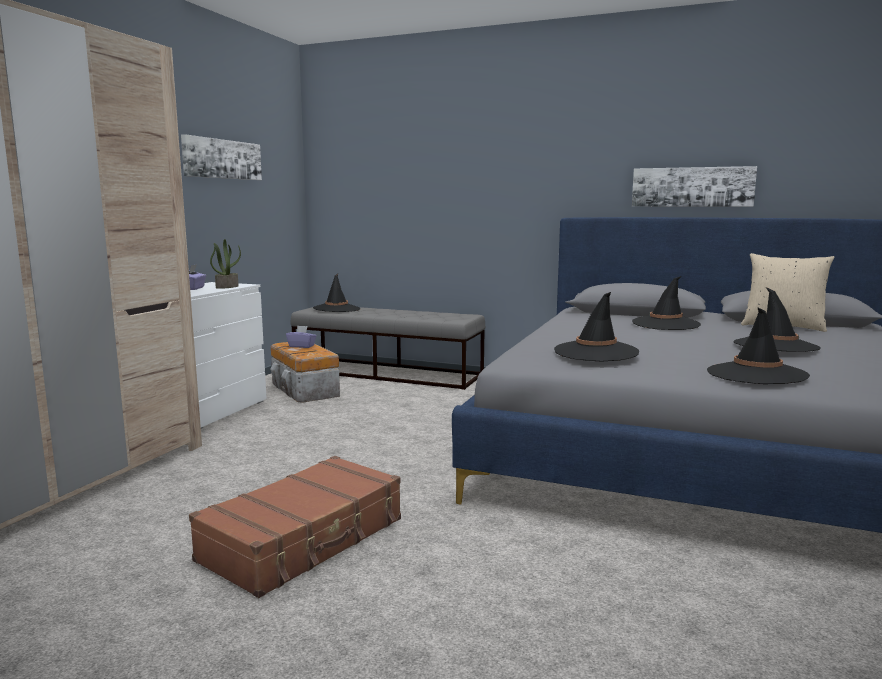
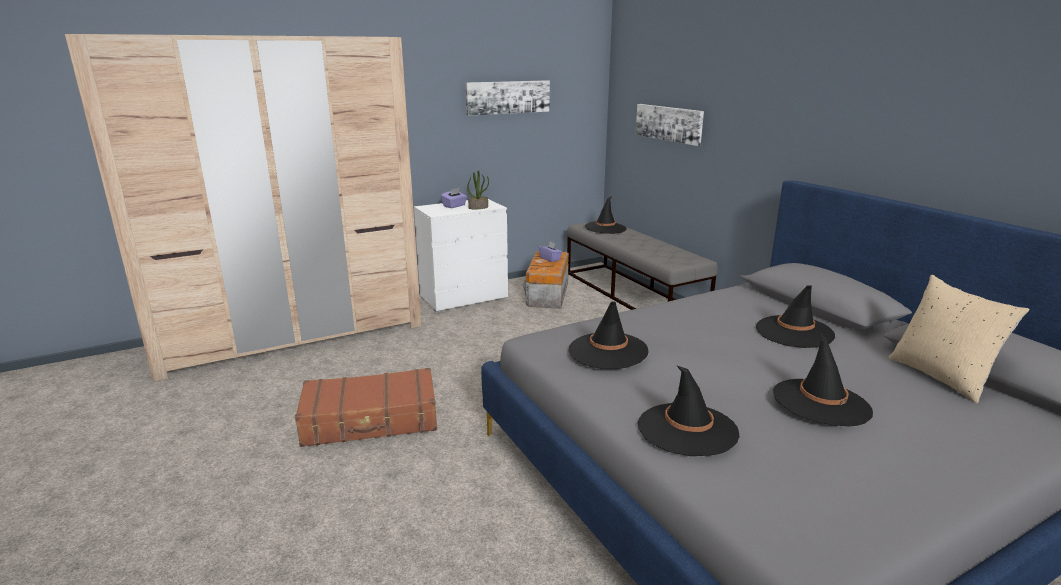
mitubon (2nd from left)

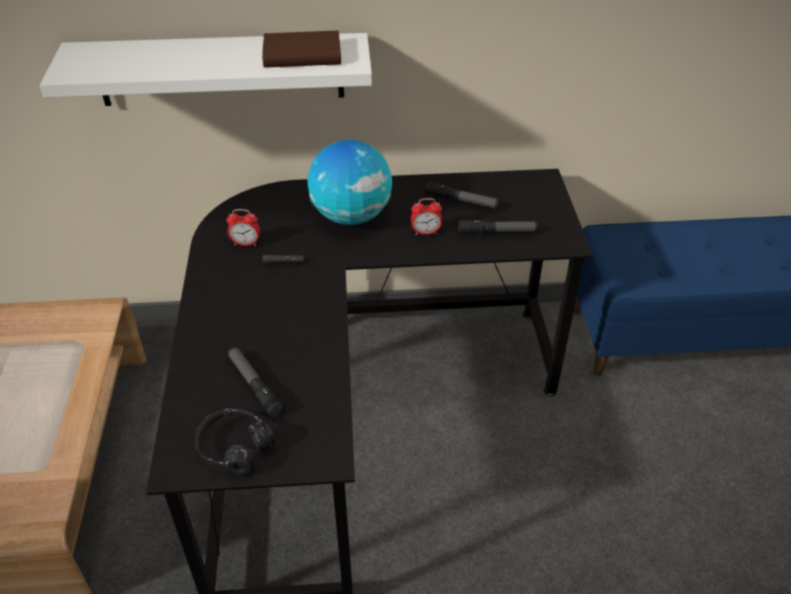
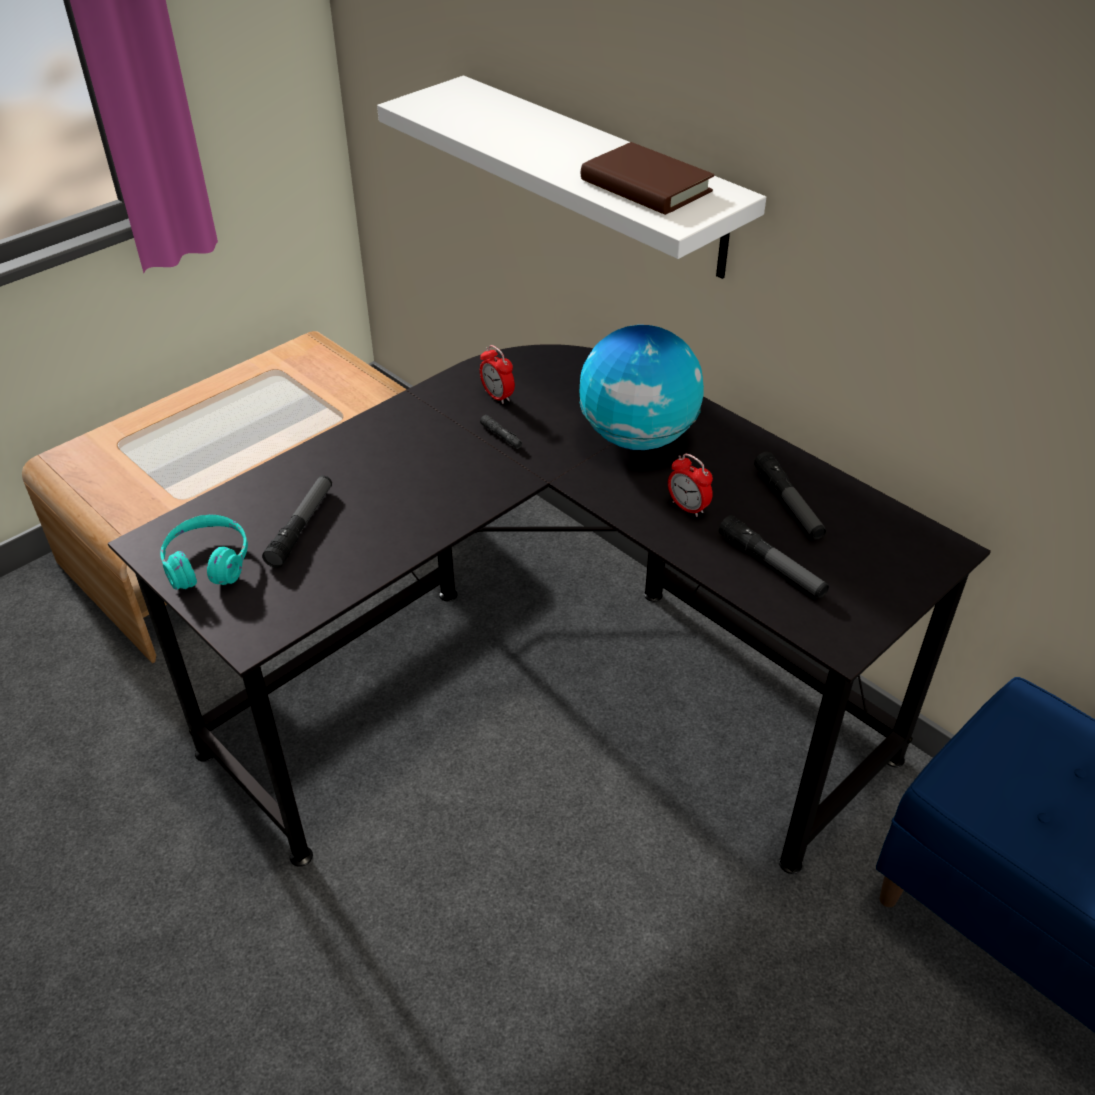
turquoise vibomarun

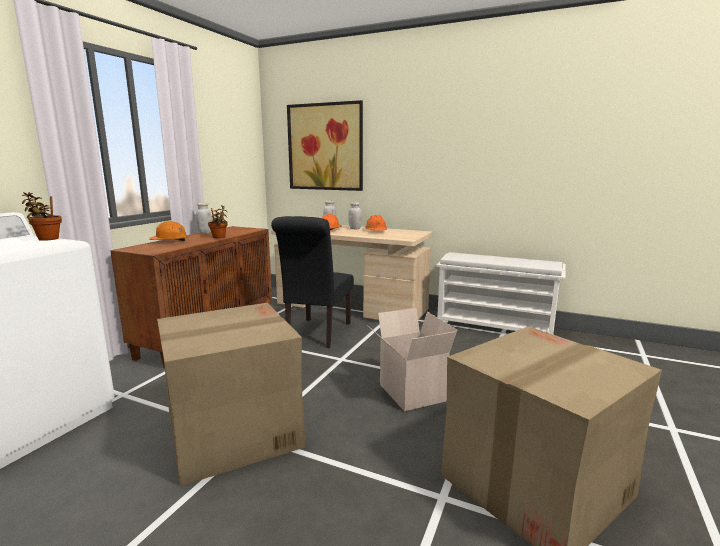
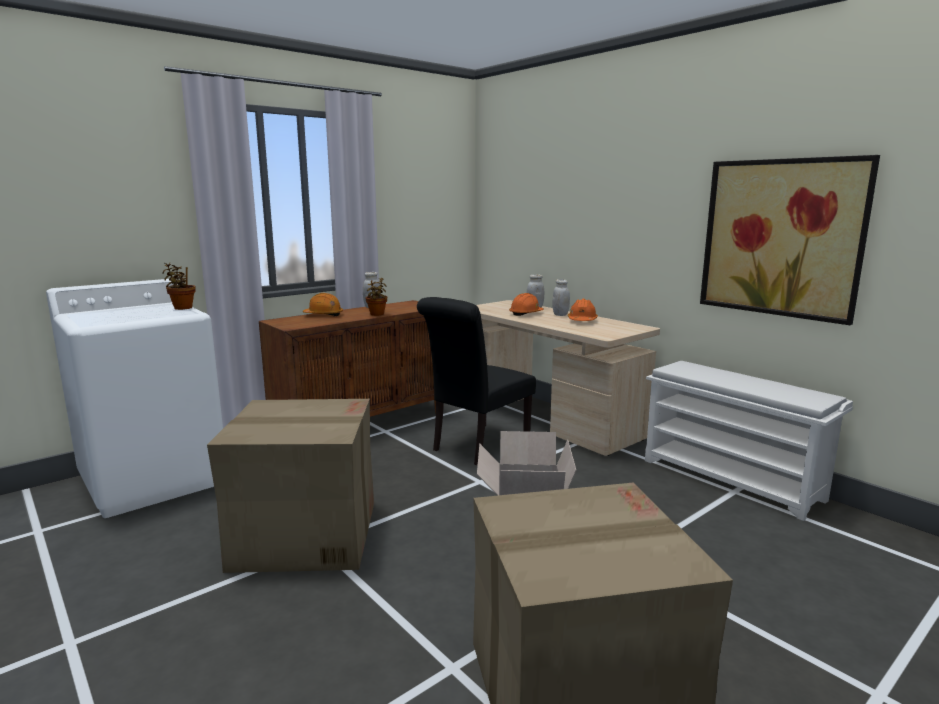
mitubon

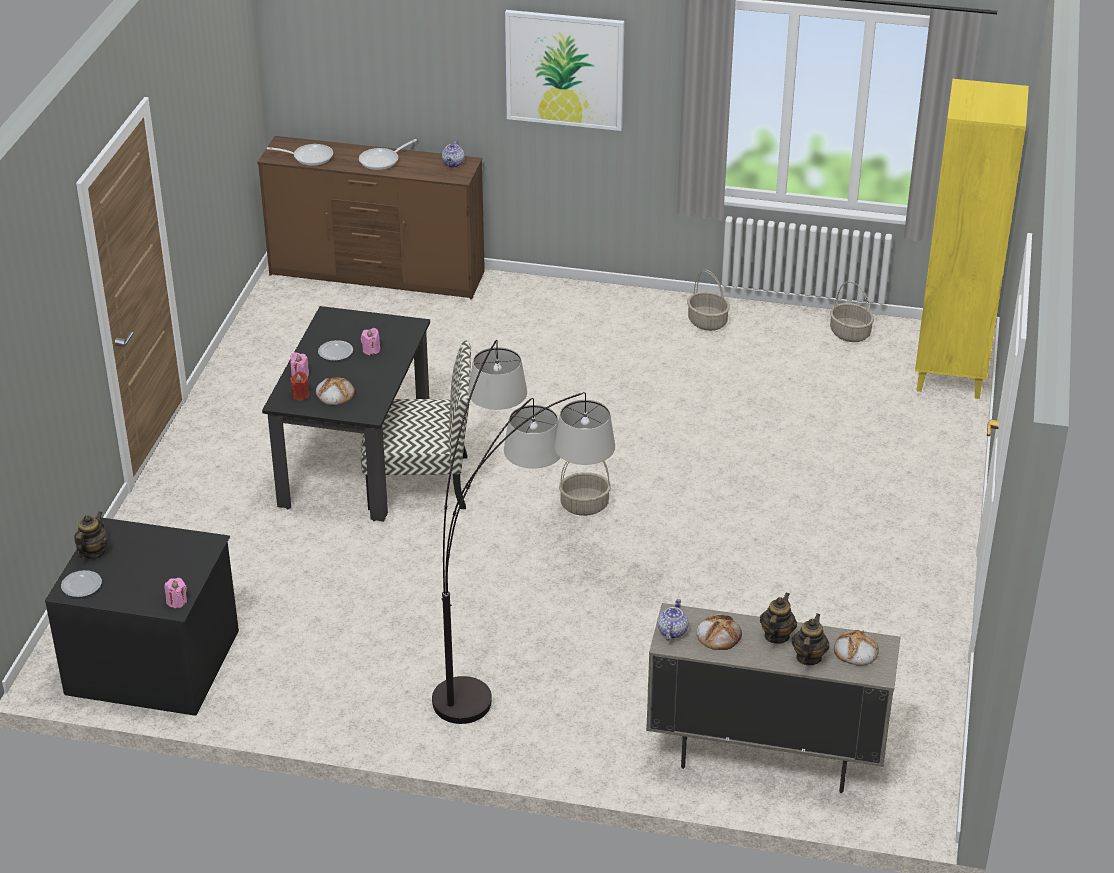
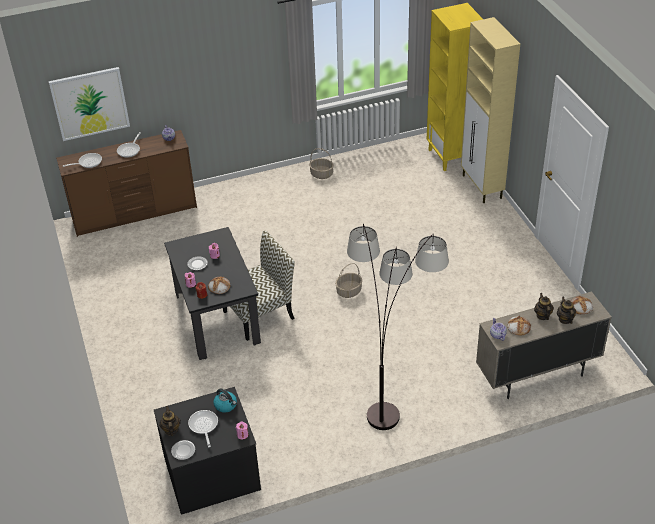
mitubon
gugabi (3rd from left in the first image)
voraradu (3rd from left)
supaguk
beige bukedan (1st from left)

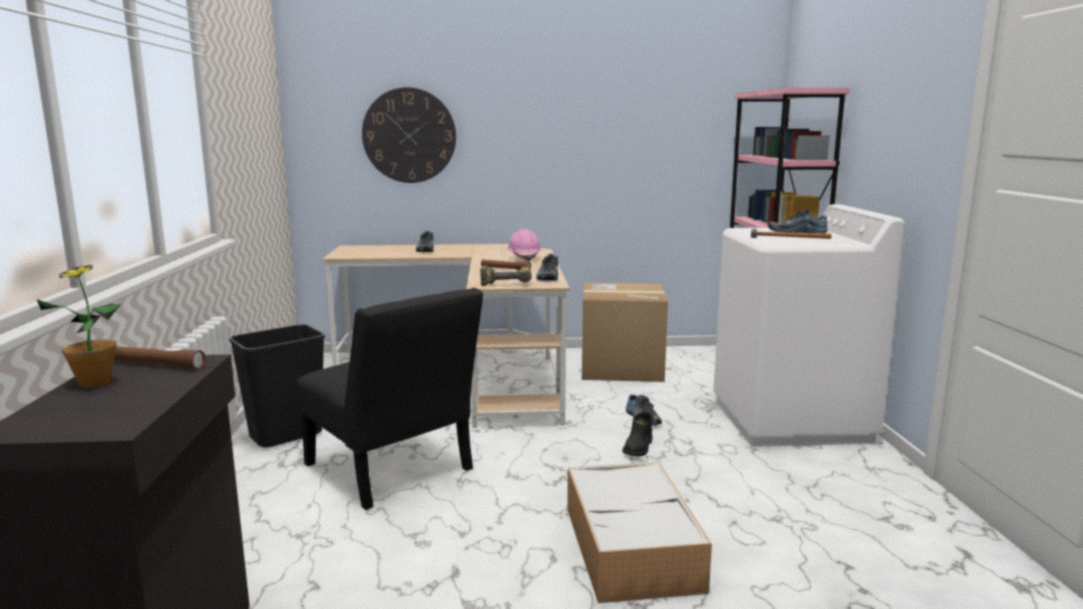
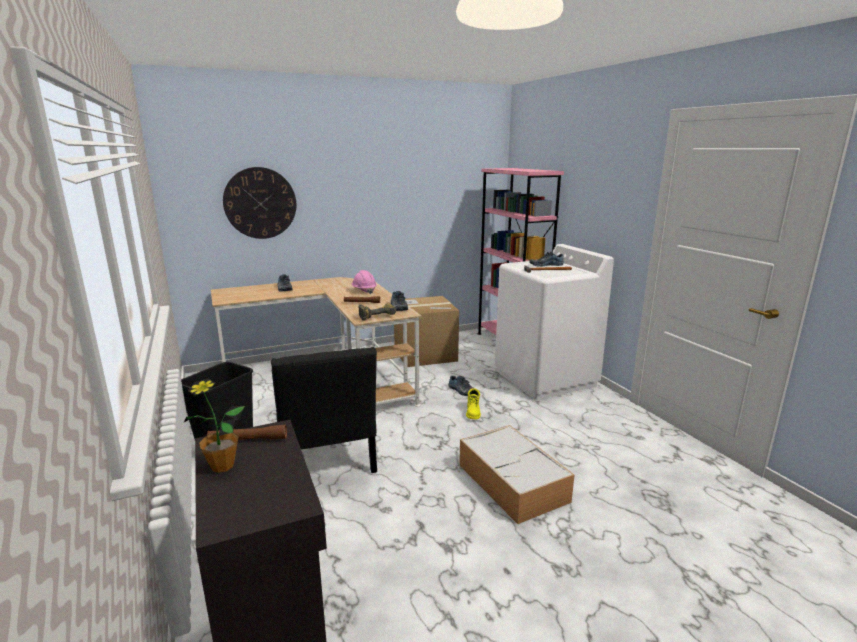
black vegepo
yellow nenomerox

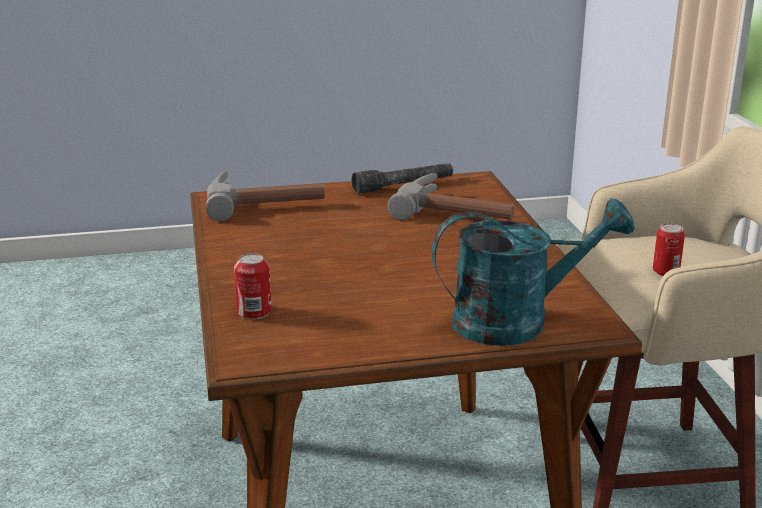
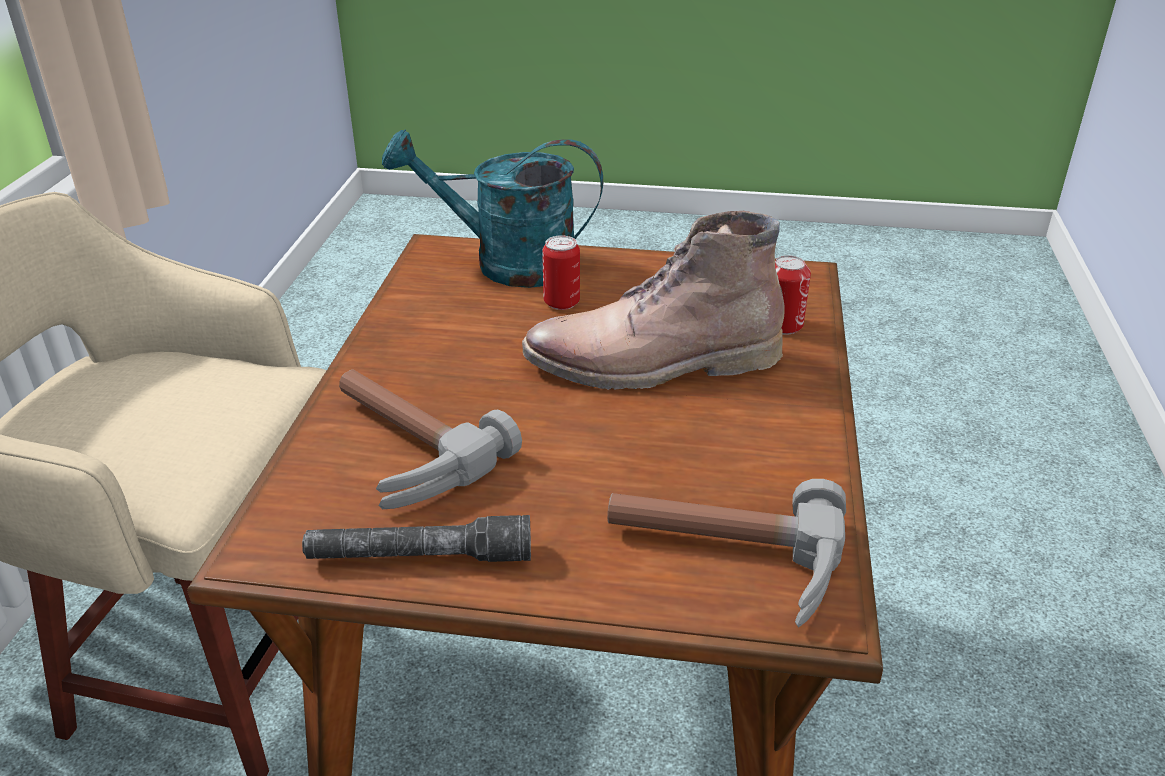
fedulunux (1st from left)
brown nenomerox

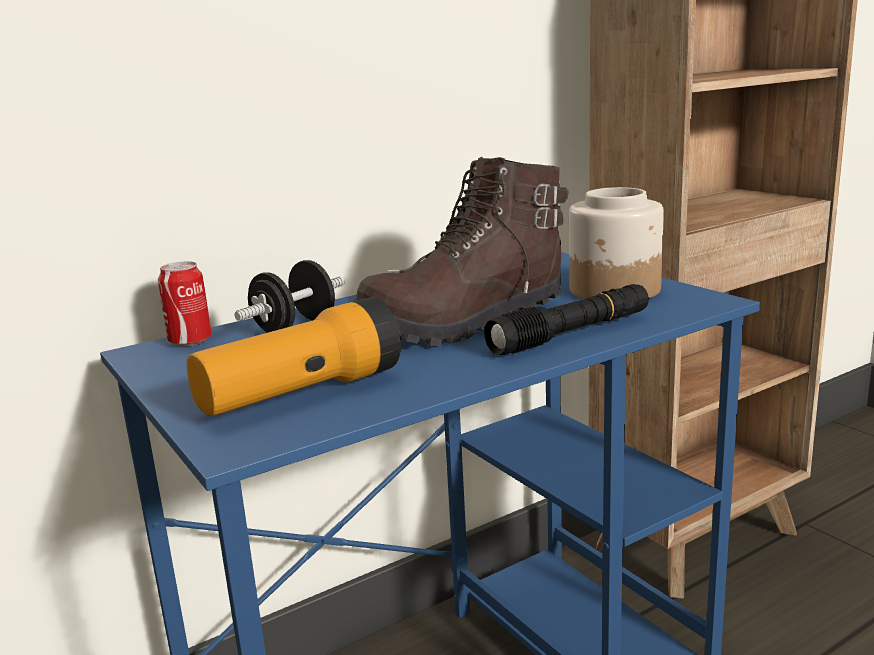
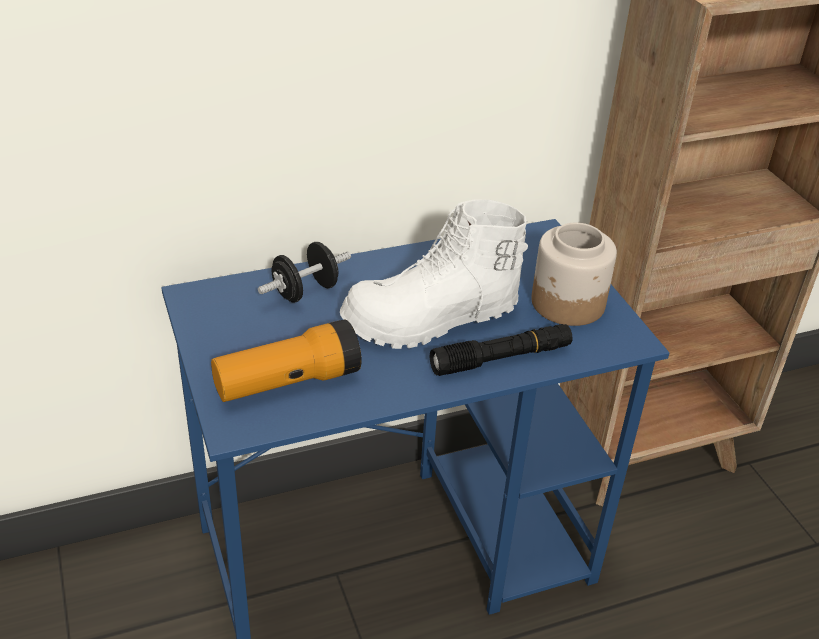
fedulunux
white nenomerox

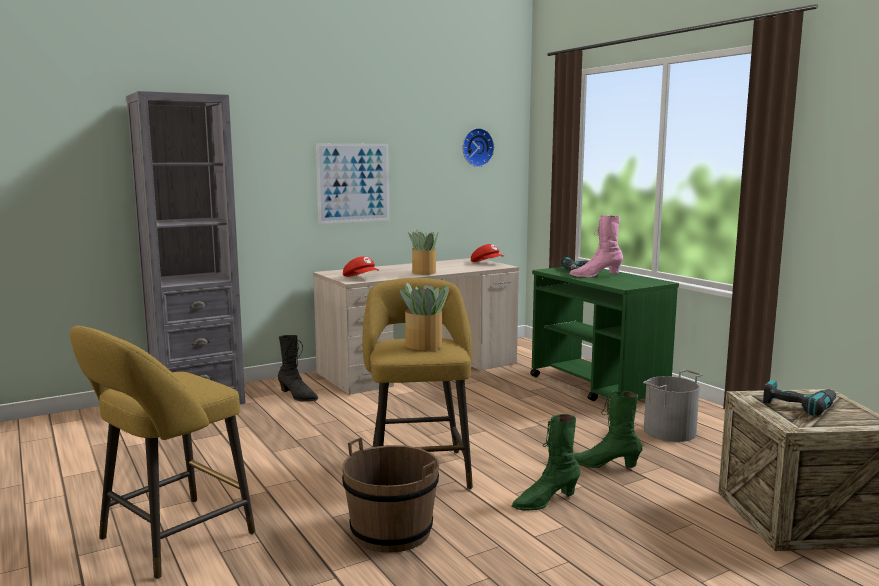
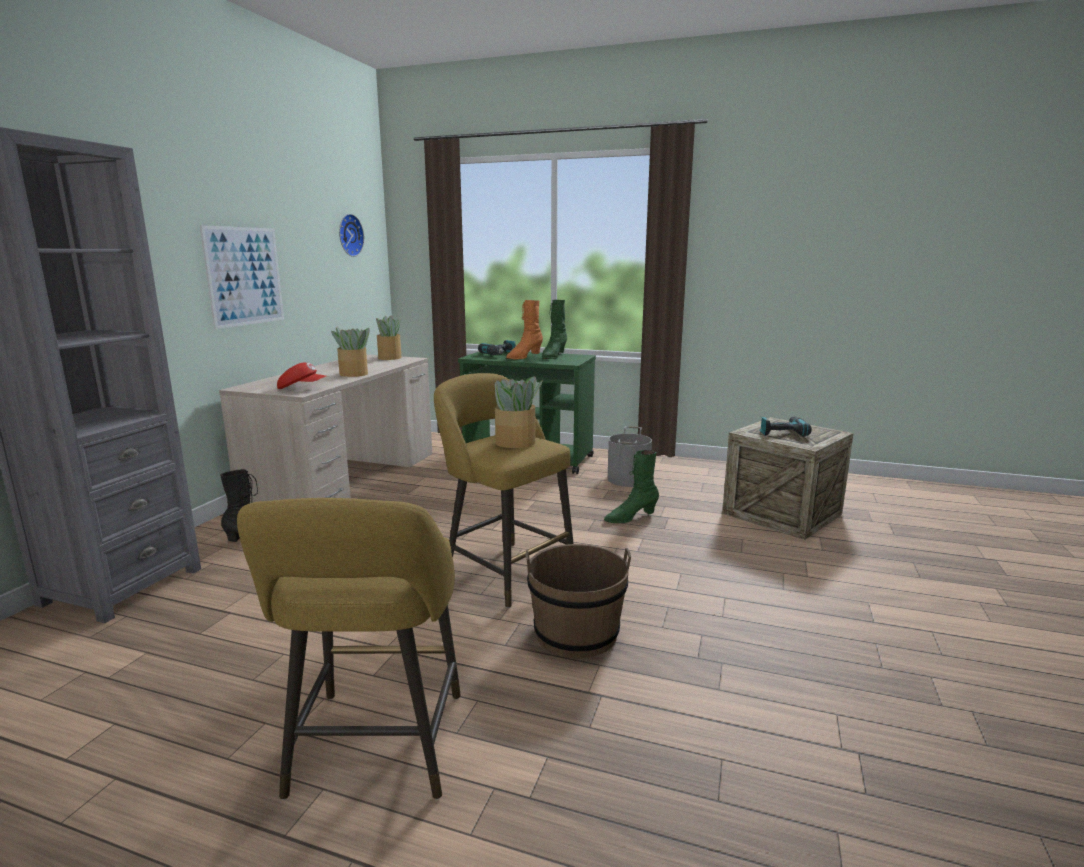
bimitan (2nd from left)
green nenomerox (1st from left)
orange nenomerox

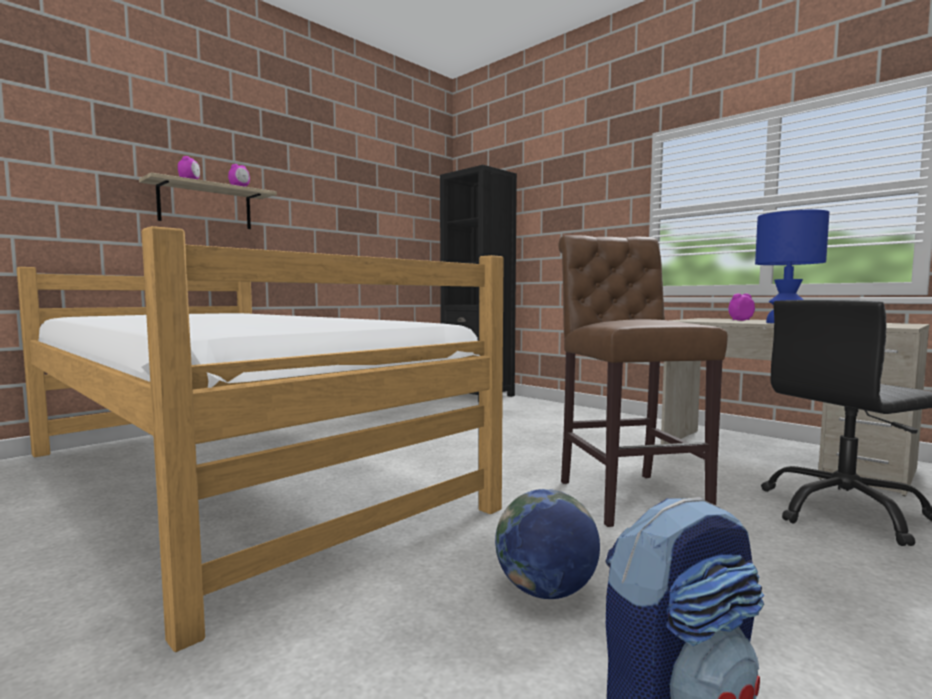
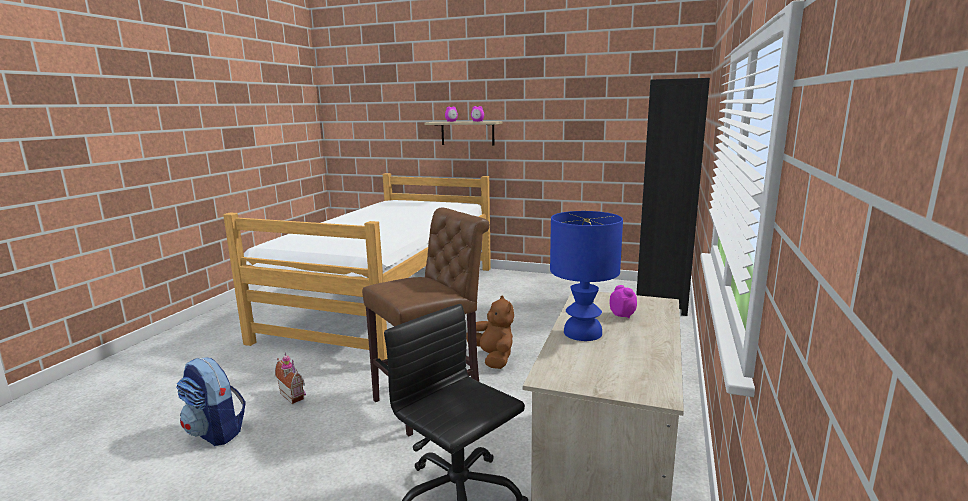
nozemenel
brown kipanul

